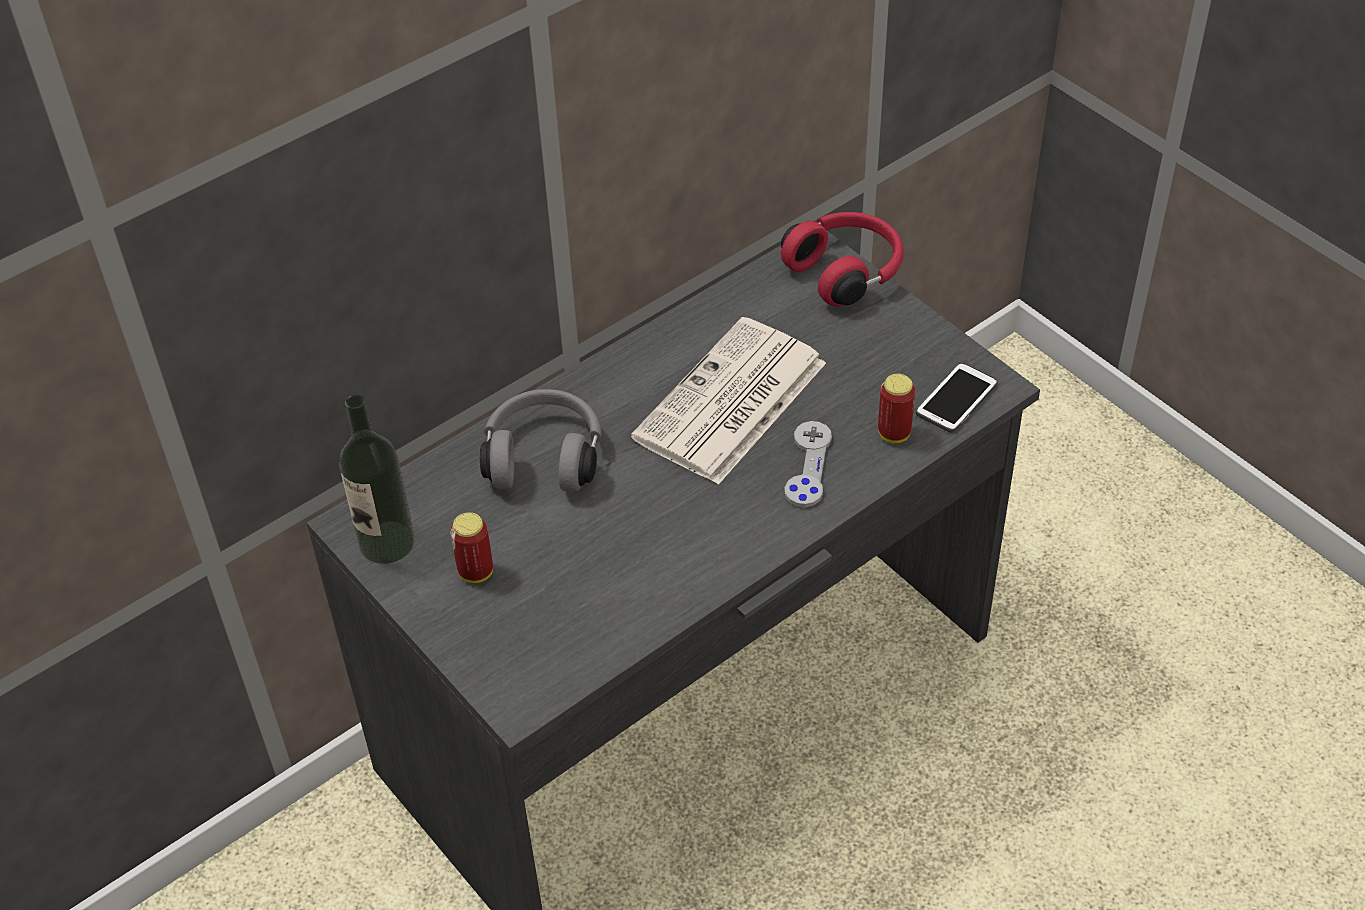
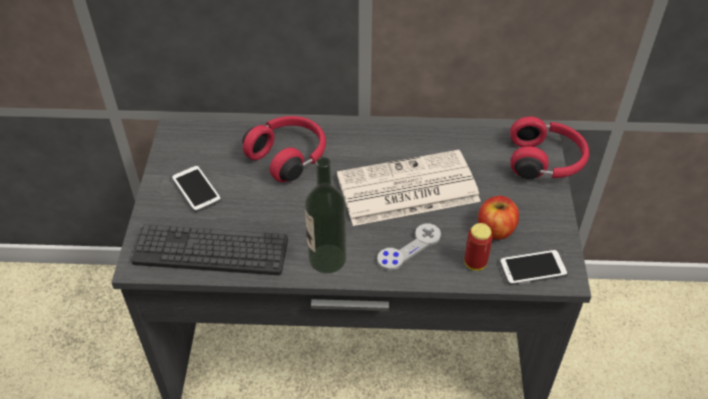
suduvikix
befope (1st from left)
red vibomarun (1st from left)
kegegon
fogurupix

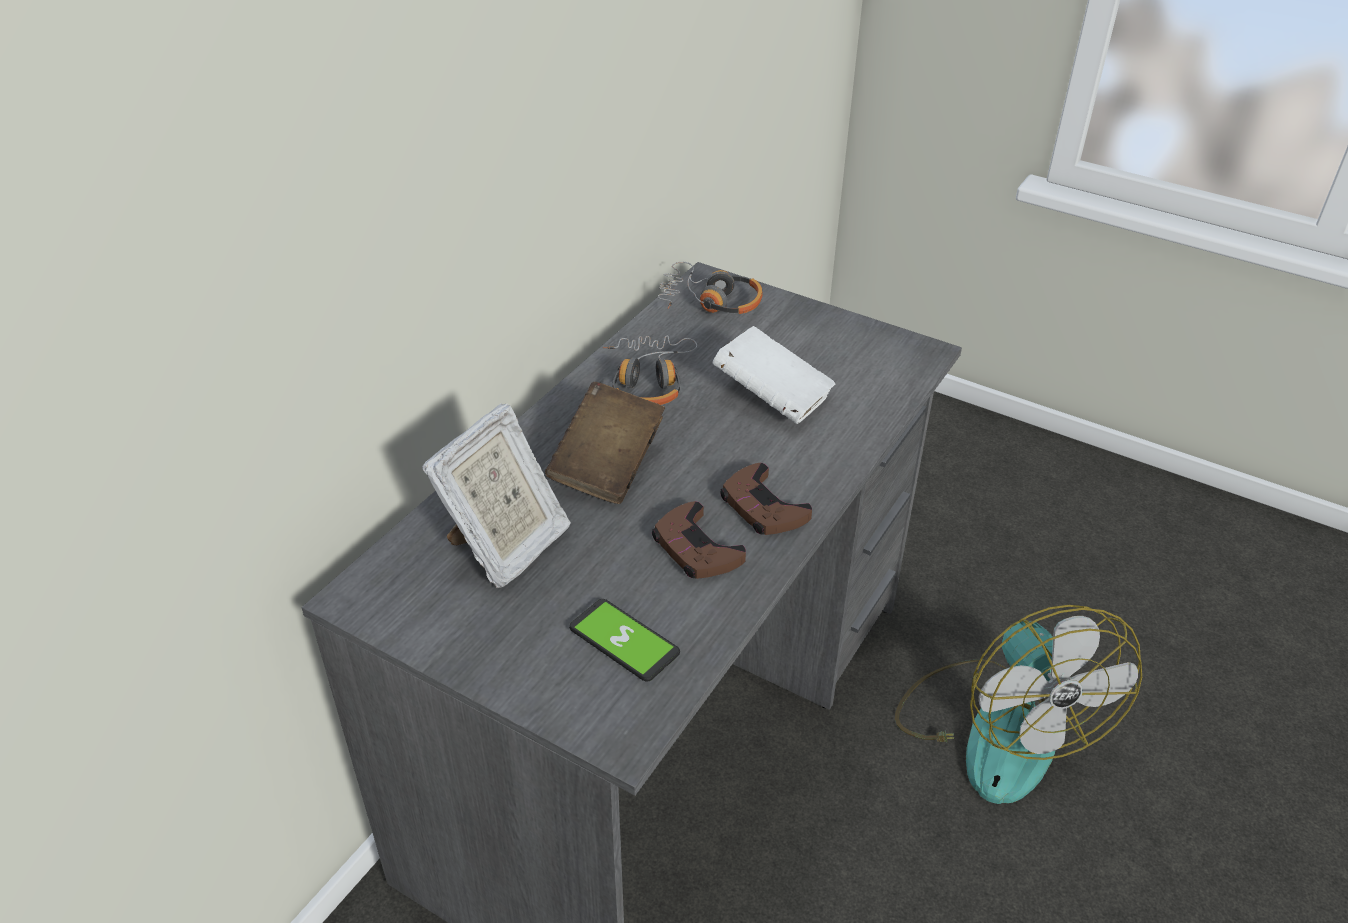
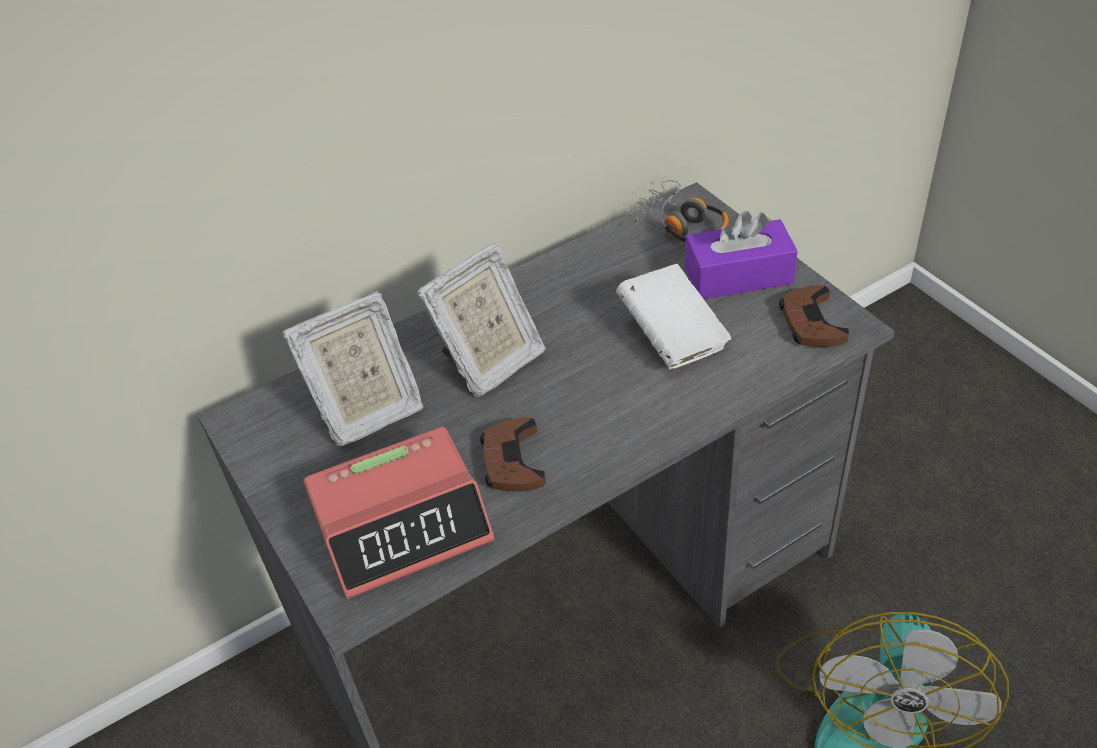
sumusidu (2nd from left)
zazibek
vibomarun (1st from left in the first image)
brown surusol (2nd from left)
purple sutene

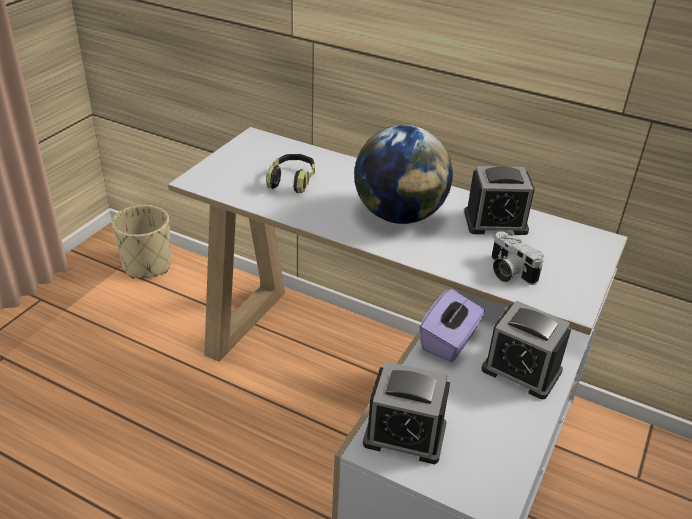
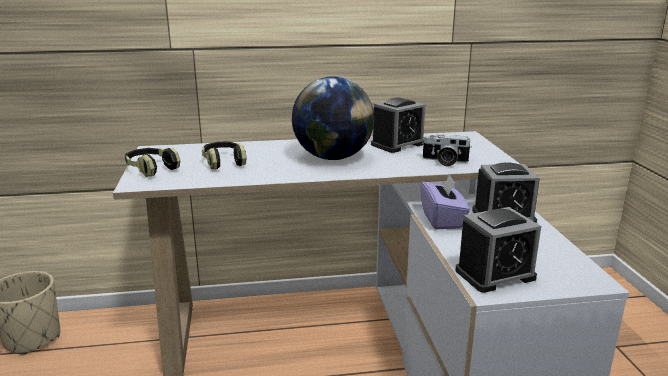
vibomarun (1st from left)

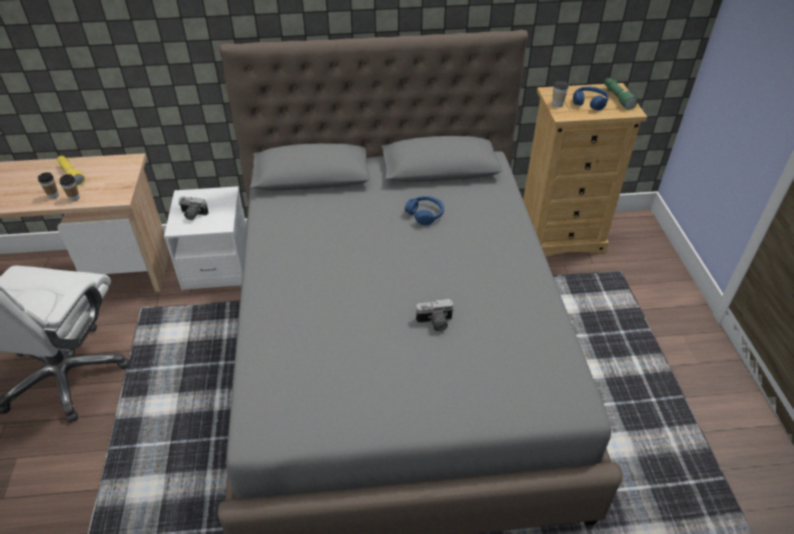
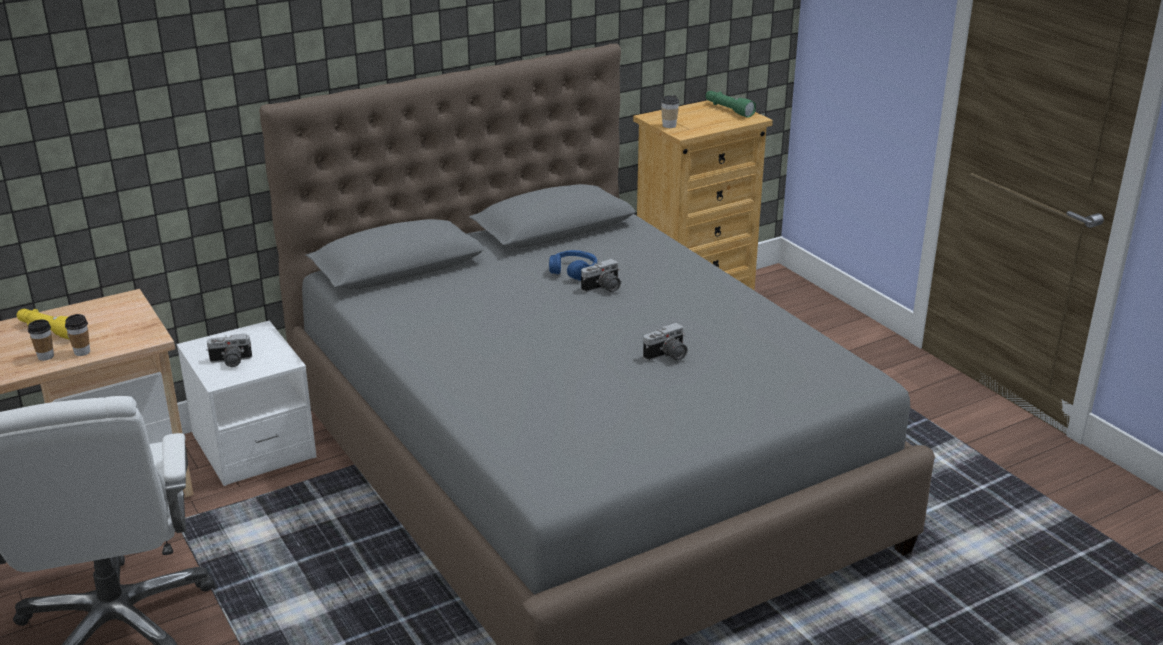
blue vibomarun (2nd from left in the first image)
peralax (2nd from left)

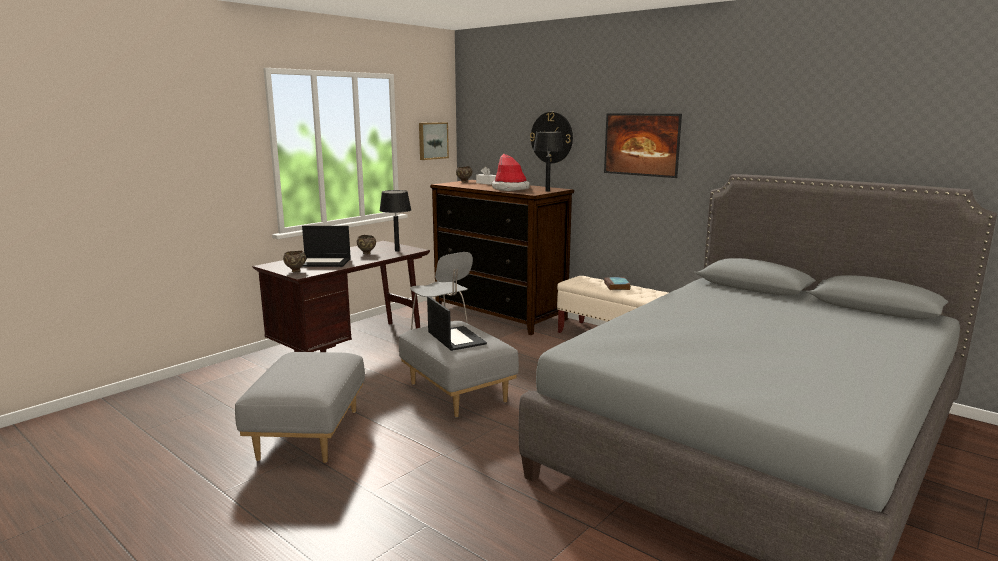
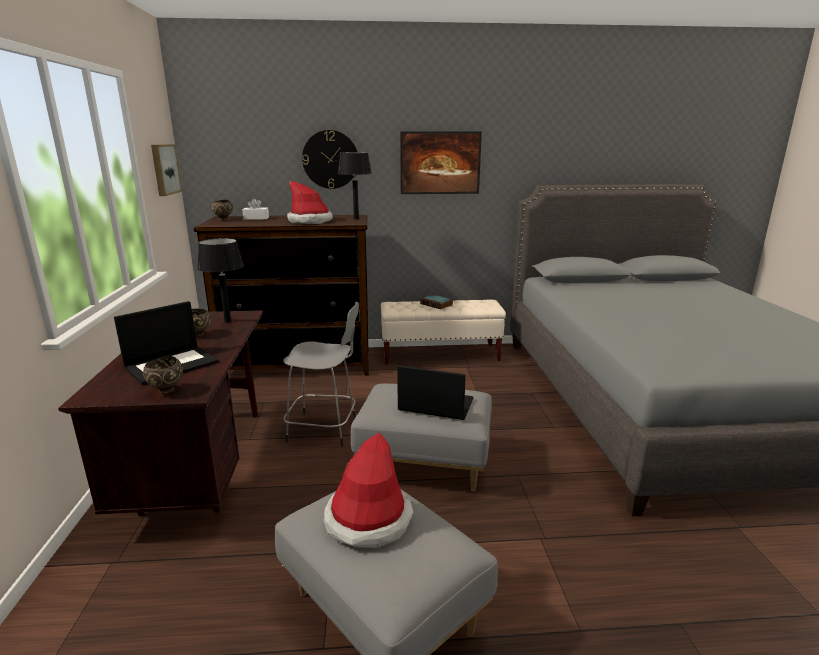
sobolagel (2nd from left)

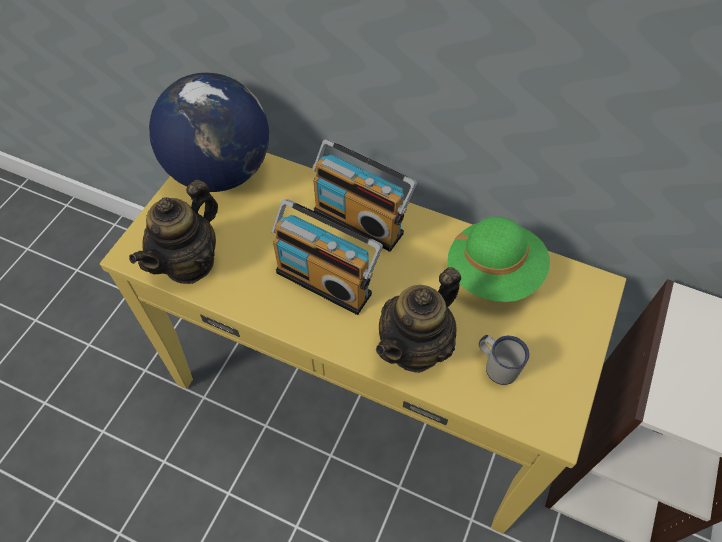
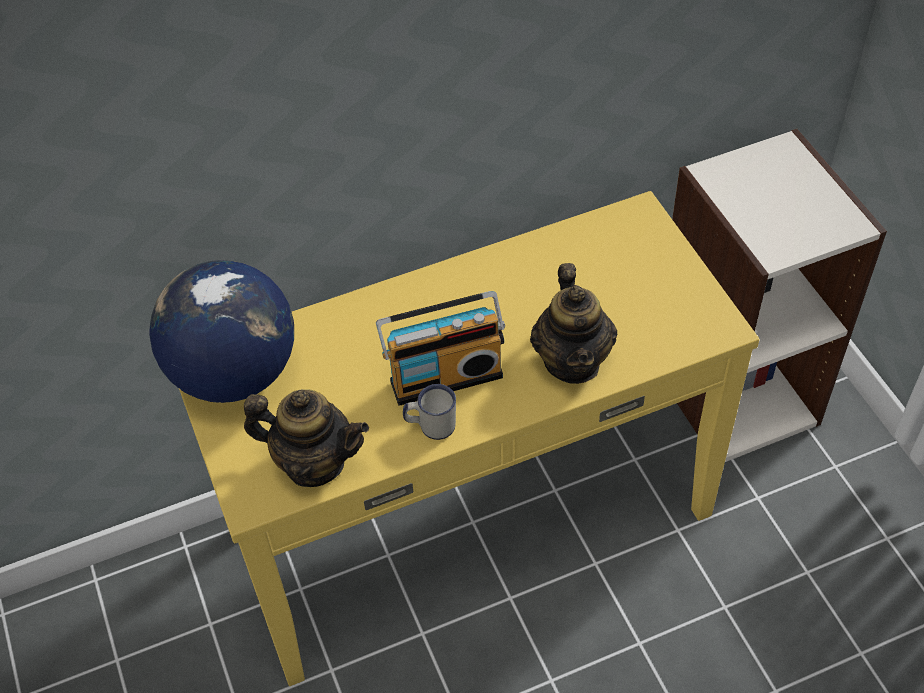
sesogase (1st from left)
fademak (2nd from left in the first image)
green sobolagel
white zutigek

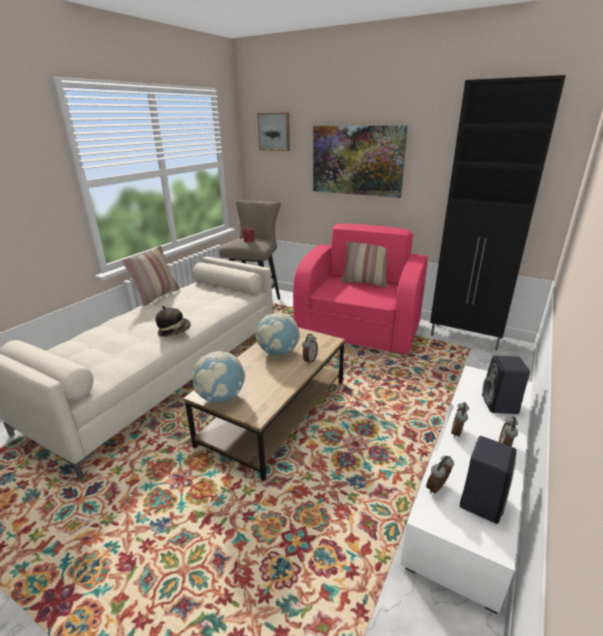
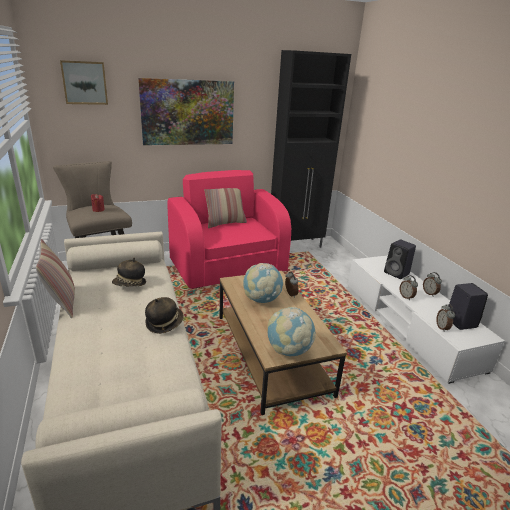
sobolagel (1st from left)

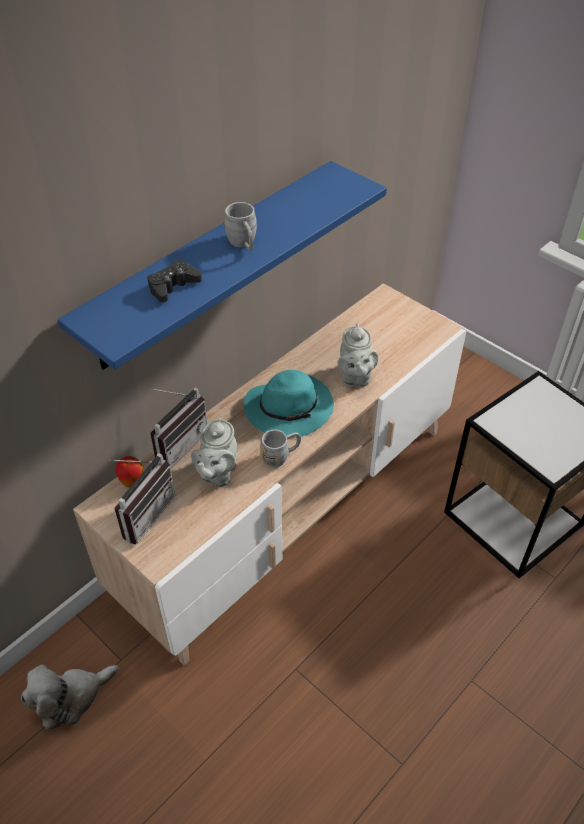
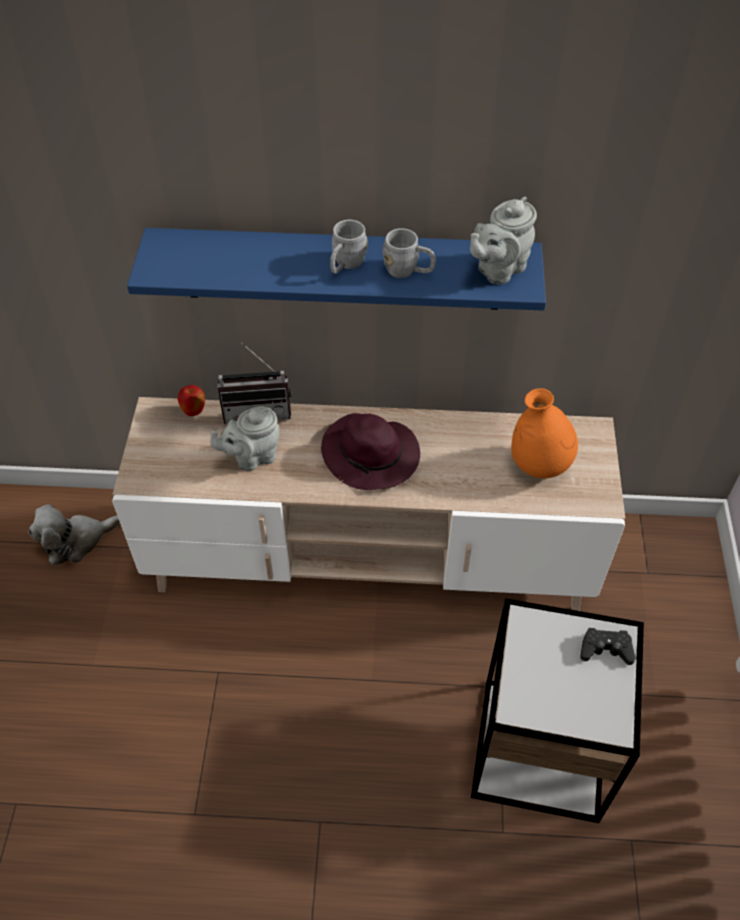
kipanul
fademak (1st from left in the first image)
black surusol
purple sobolagel
grey zutigek (2nd from left)
grey sesogase (2nd from left)
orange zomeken

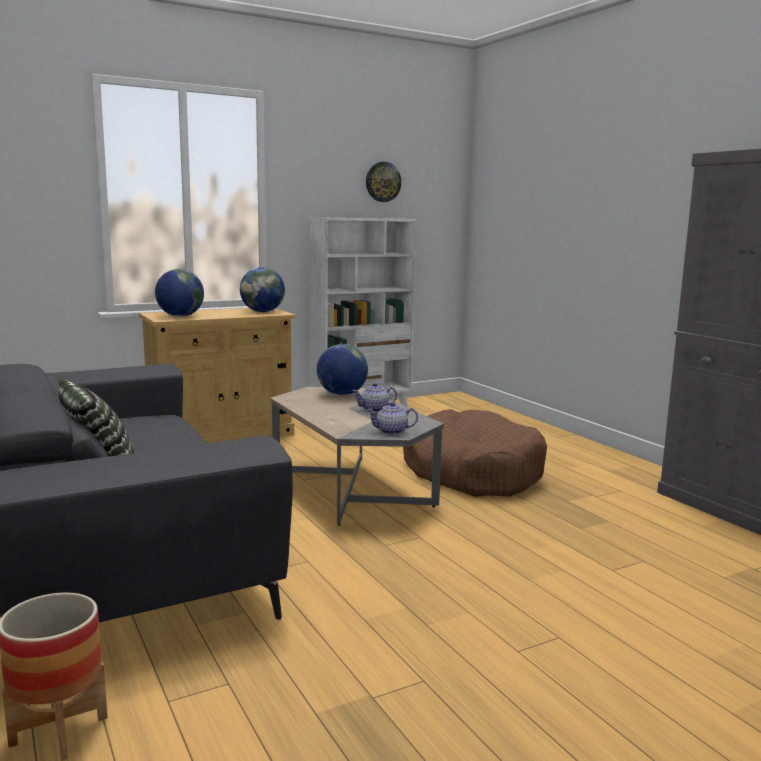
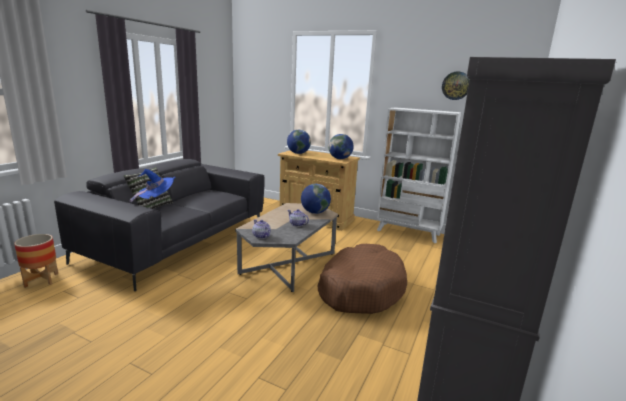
blue sobolagel

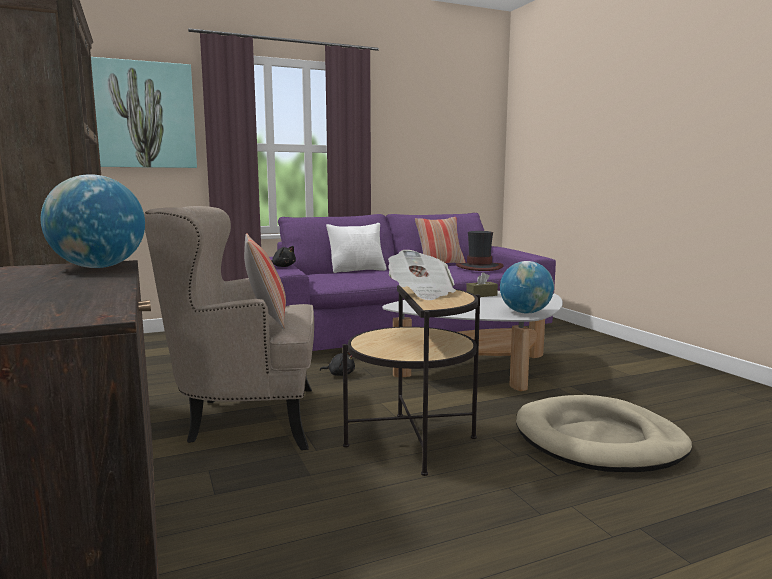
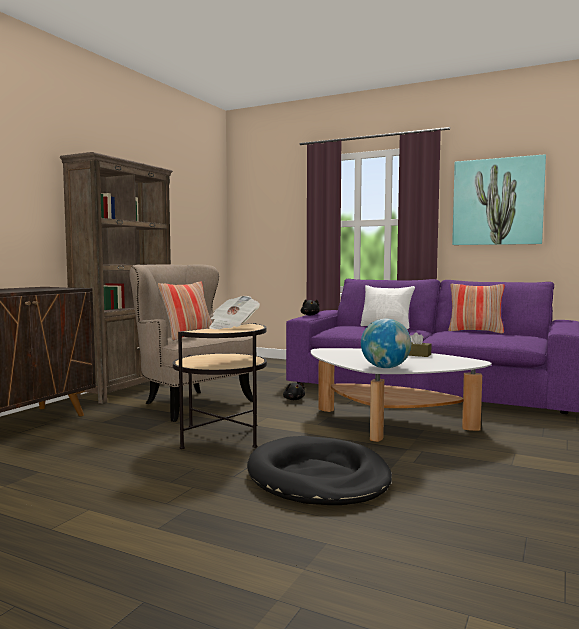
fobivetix (1st from left in the first image)
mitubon
sobolagel
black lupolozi

